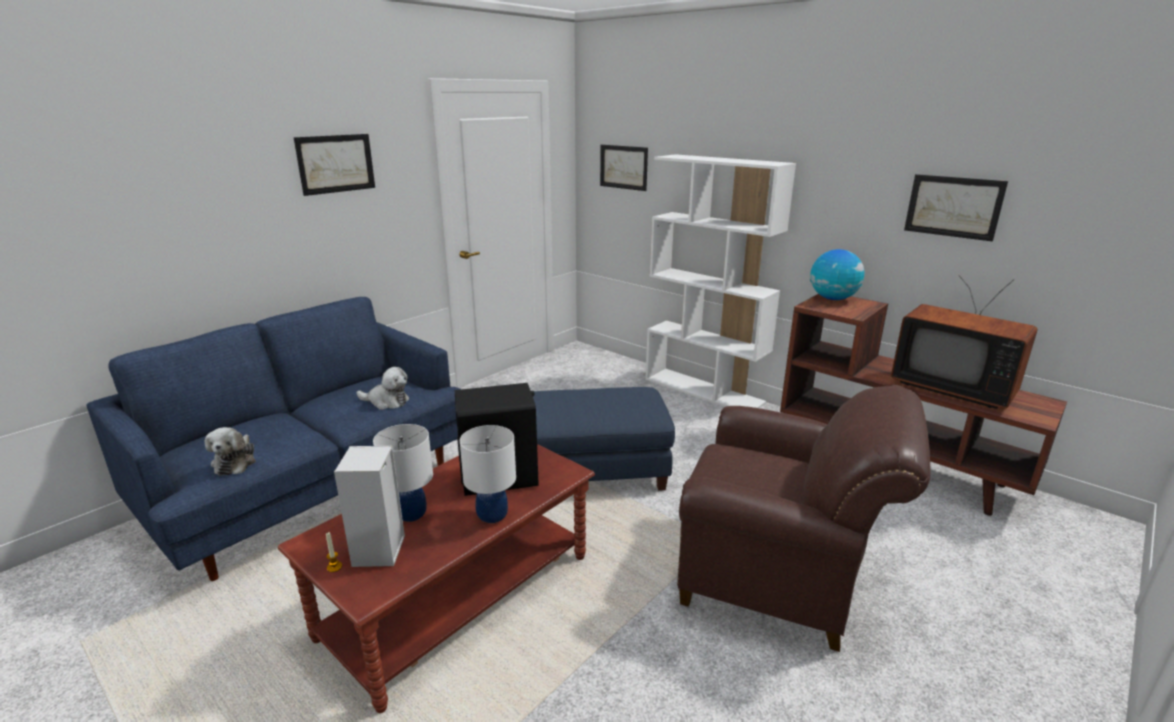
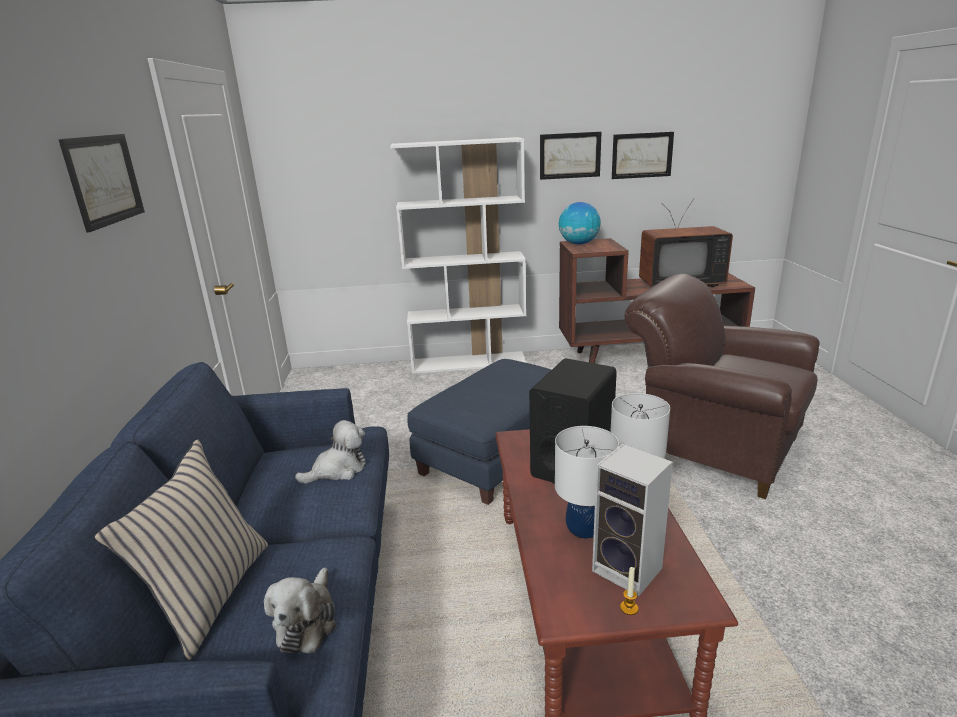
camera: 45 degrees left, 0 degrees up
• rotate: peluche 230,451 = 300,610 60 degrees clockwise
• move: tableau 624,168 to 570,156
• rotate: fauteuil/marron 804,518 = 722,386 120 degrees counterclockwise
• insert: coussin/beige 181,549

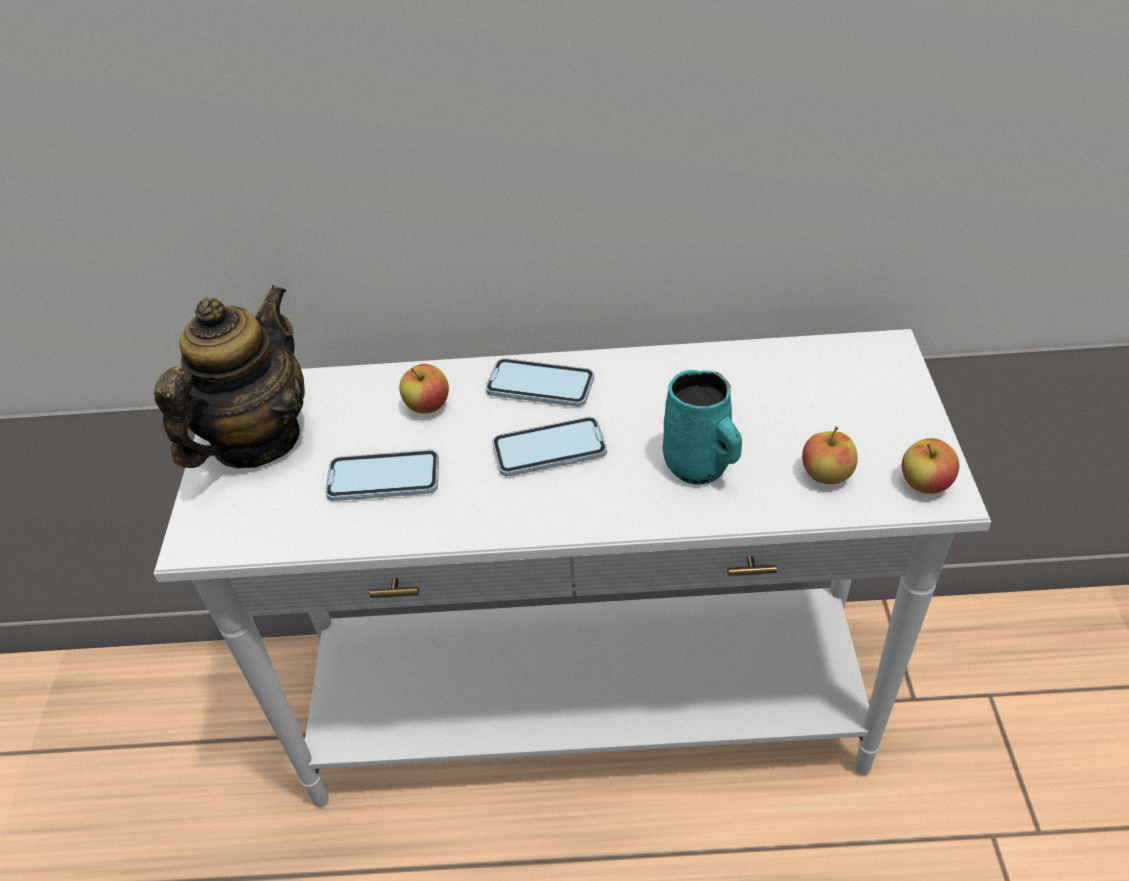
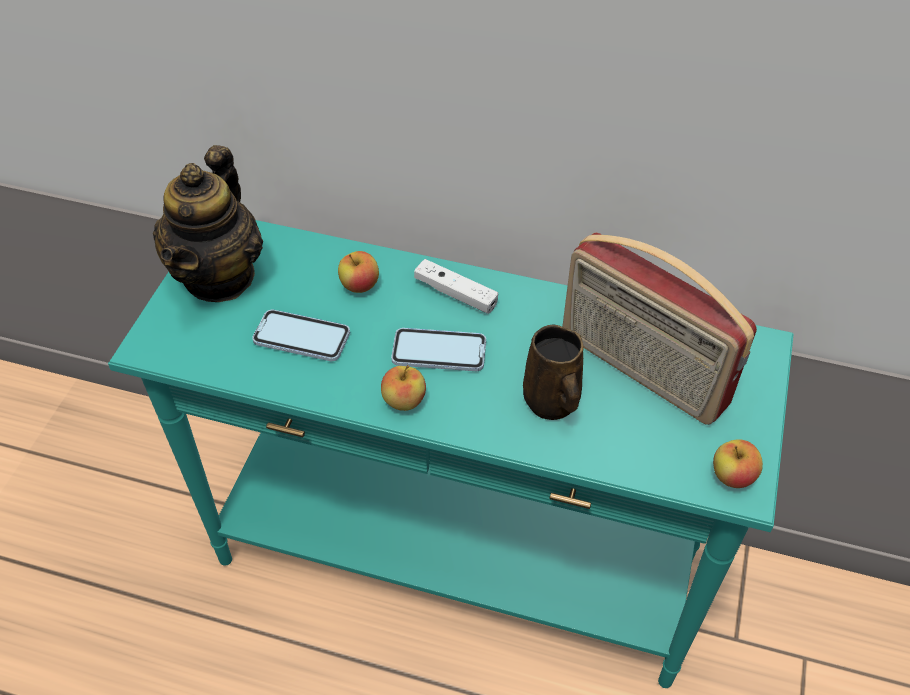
camera: 15 degrees right, 5 degrees up
• rotate: théière 229,376 = 208,223 150 degrees clockwise
• recolor: table console/blanc 572,568 to table console/turquoise 451,454
• replace: téléphone 540,382 to manette/blanc 456,286
• recolor: mug/turquoise 702,427 to mug/marron 553,372
• move: pomme 830,455 to 403,388
• insert: radio 659,329

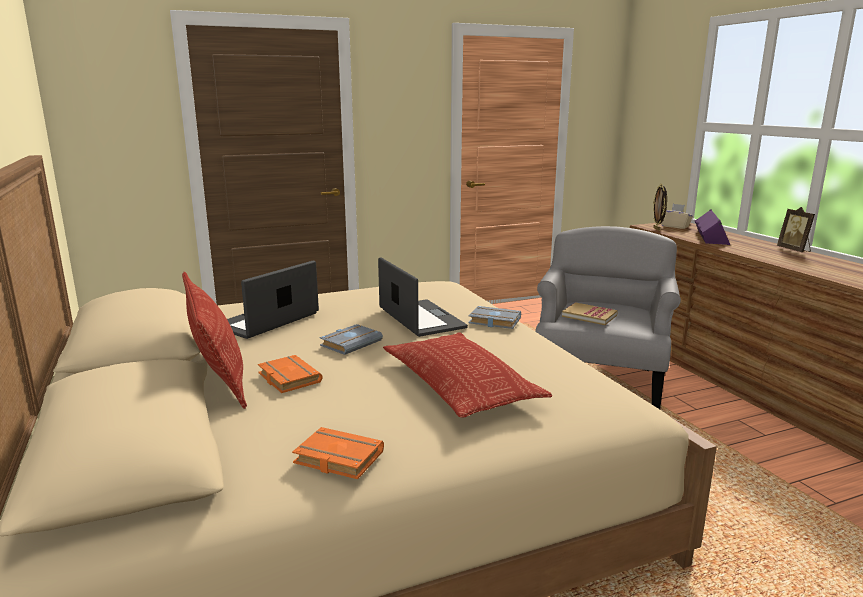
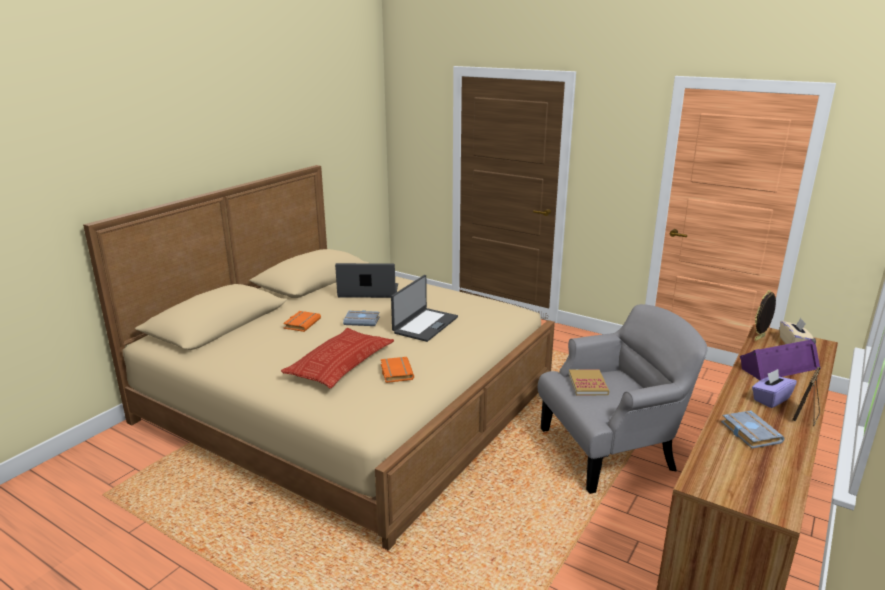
camera: 55 degrees right, 5 degrees up
• delete: coussin 214,340
• move: livre/orange 338,453 to 397,370
• move: livre/gris 494,317 to 753,429
• insert: boîte à mouchoirs/violet 774,388

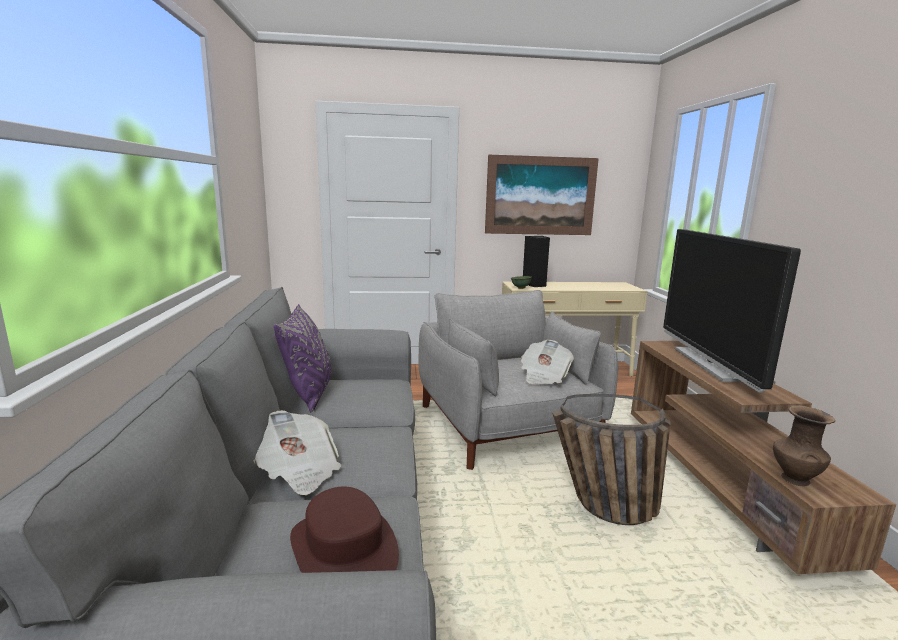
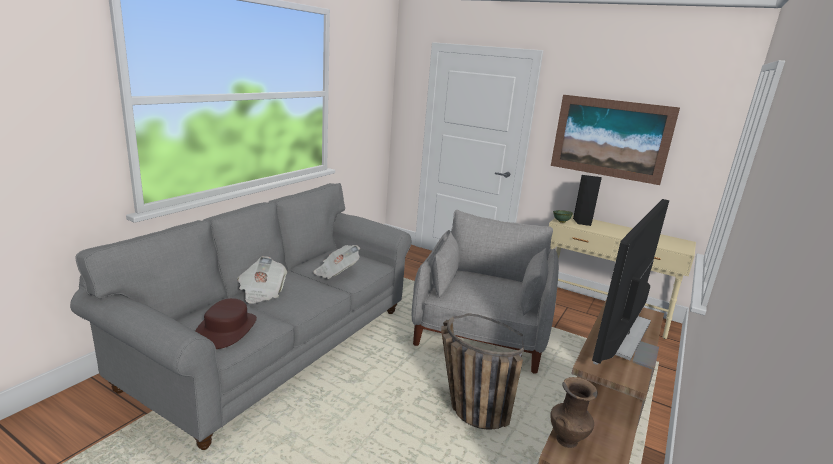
camera: 35 degrees right, 5 degrees up
• delete: coussin/violet 302,358
• move: journal 547,362 to 336,262

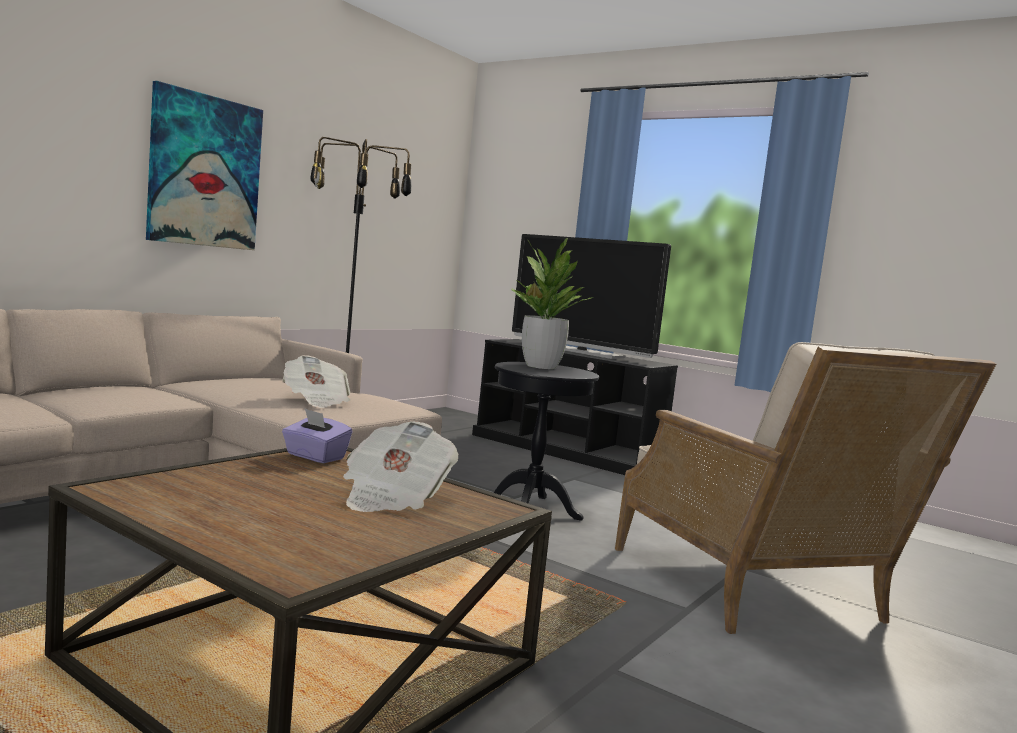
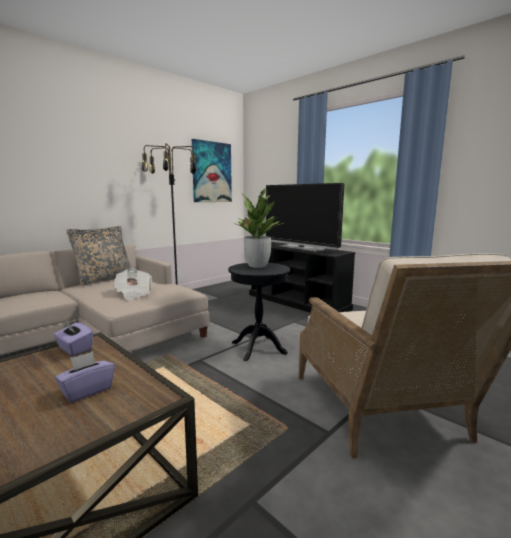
camera: 10 degrees right, 5 degrees up
• move: tableau 204,165 to 212,170
• replace: journal 401,466 to boîte à mouchoirs/violet 85,377
• insert: coussin/gris 98,256

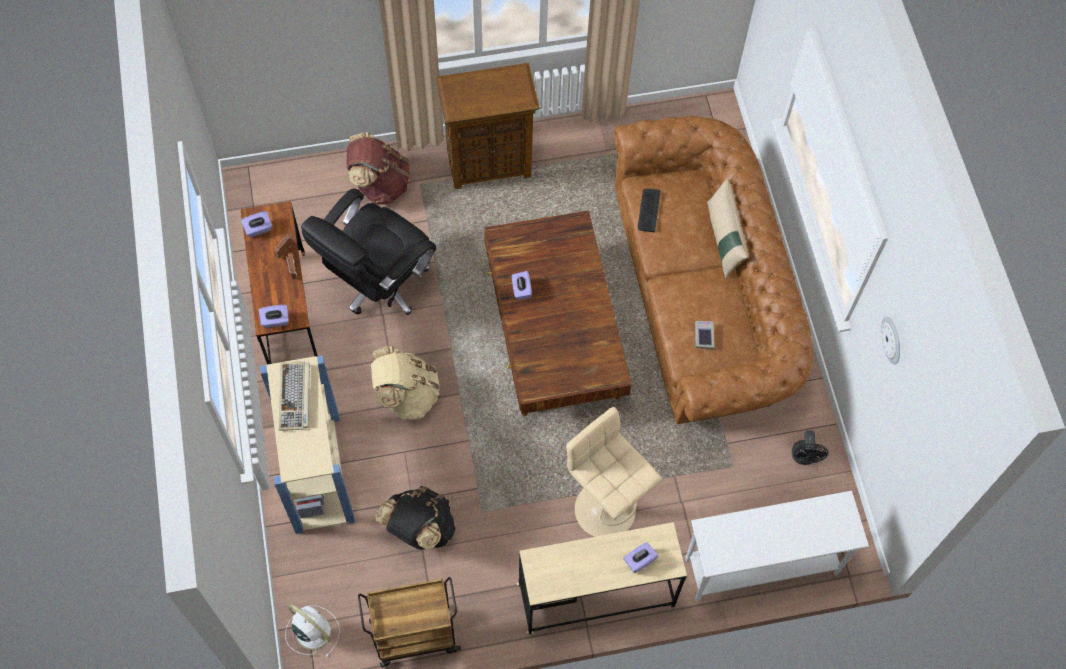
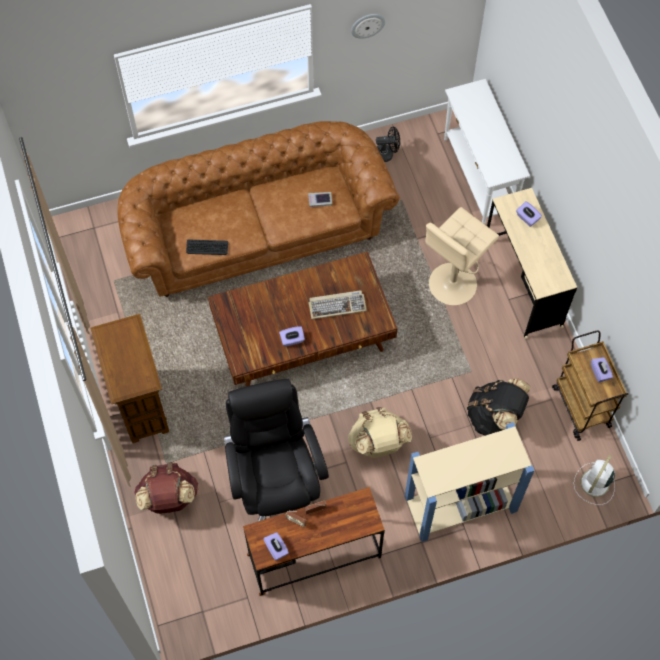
camera: 95 degrees left, 0 degrees up
• move: boîte à mouchoirs/violet 274,316 to 602,370
• move: clavier 294,396 to 337,304
• rotate: chaise de bureau/noir 368,251 = 276,450 135 degrees counterclockwise
• delete: coussin/beige 727,229

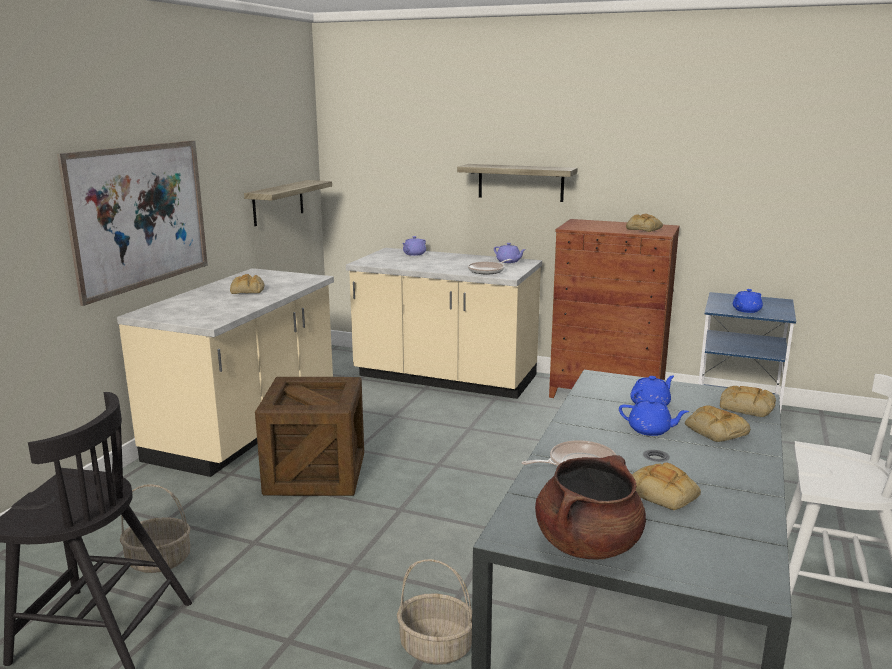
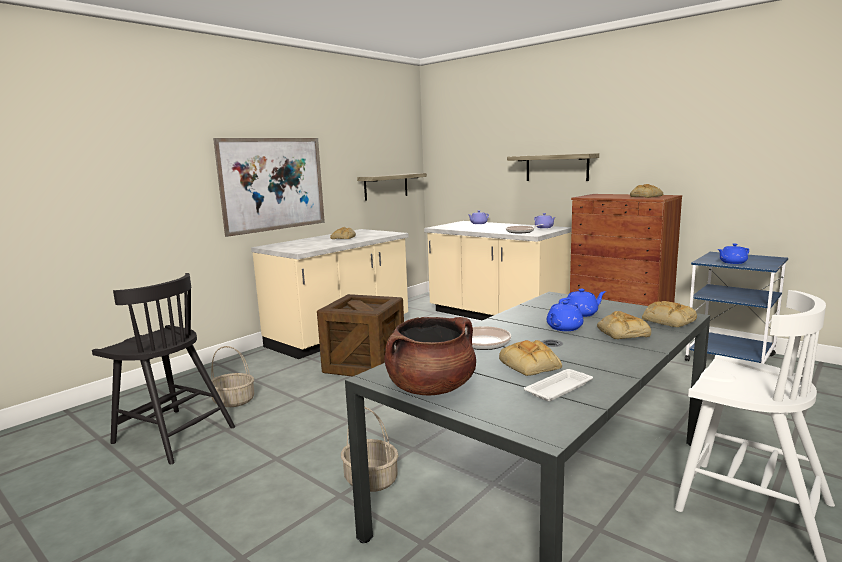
camera: 20 degrees right, 5 degrees down
• rotate: théière/bleu 654,417 = 565,316 90 degrees clockwise
• insert: plateau/blanc 558,385

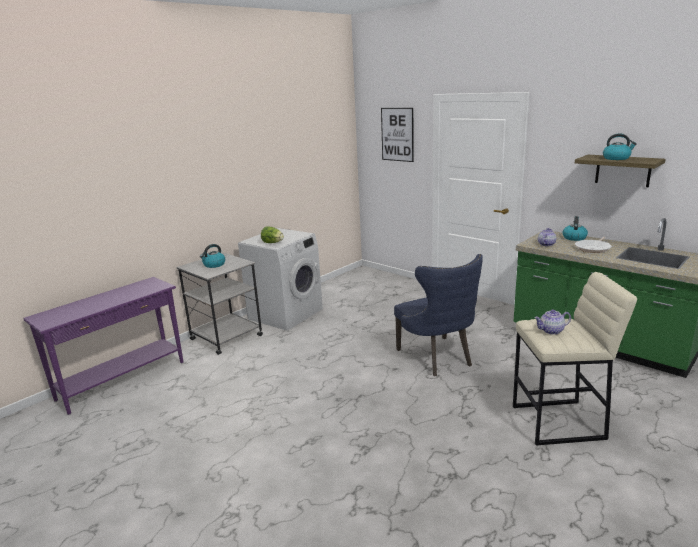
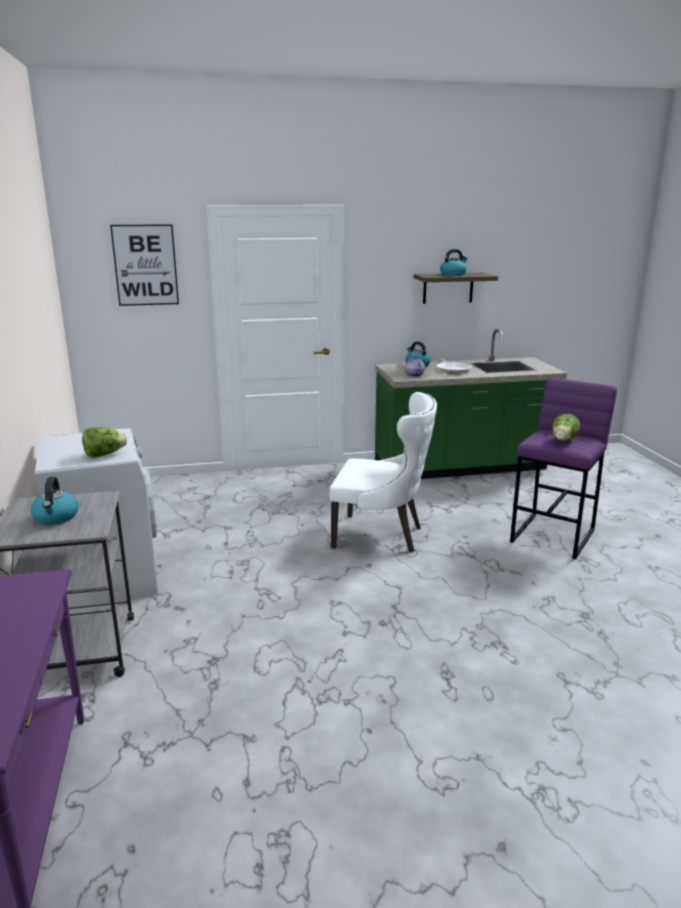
camera: 55 degrees left, 0 degrees up
• recolor: chaise/bleu 438,315 to chaise/blanc 383,472
• recolor: tabouret/beige 575,359 to tabouret/violet 563,468
• replace: théière 552,322 to laitue 566,427

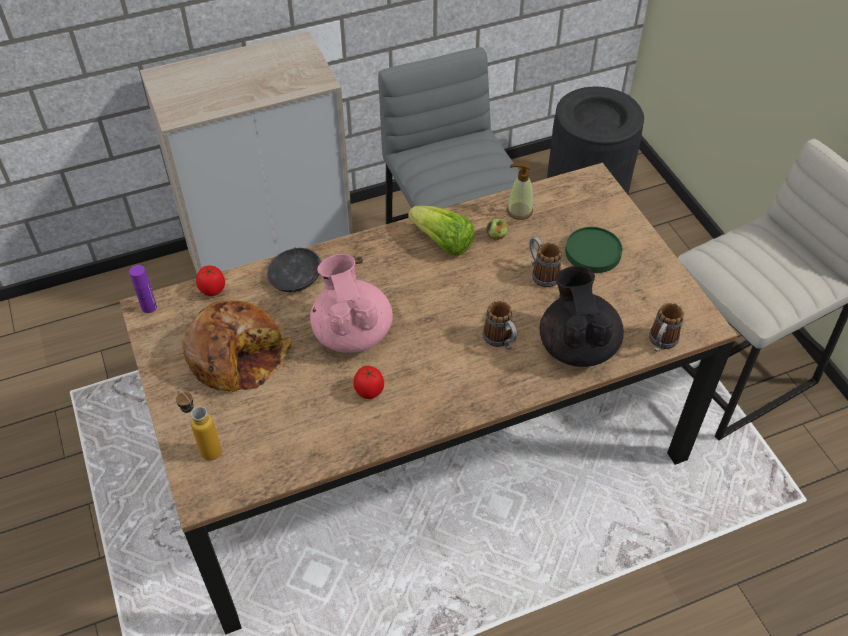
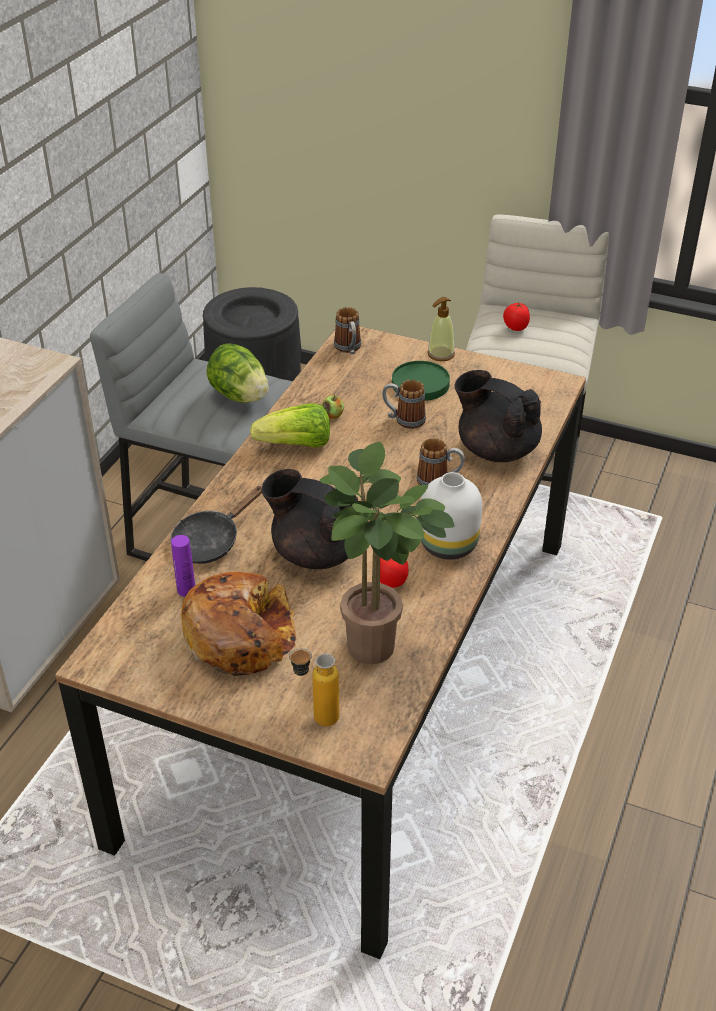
camera: 45 degrees left, 10 degrees down
• move: bouteille/violet 143,289 to 183,566
• move: tomate 210,281 to 516,316
• recolor: théière/rose 351,303 to théière/noir 309,519
• move: distributeur de savon 520,191 to 441,329
• move: mug 666,327 to 347,330
• insert: laitue 237,373
• insert: plante en pot 387,553
• insert: vase/blanc 451,516

